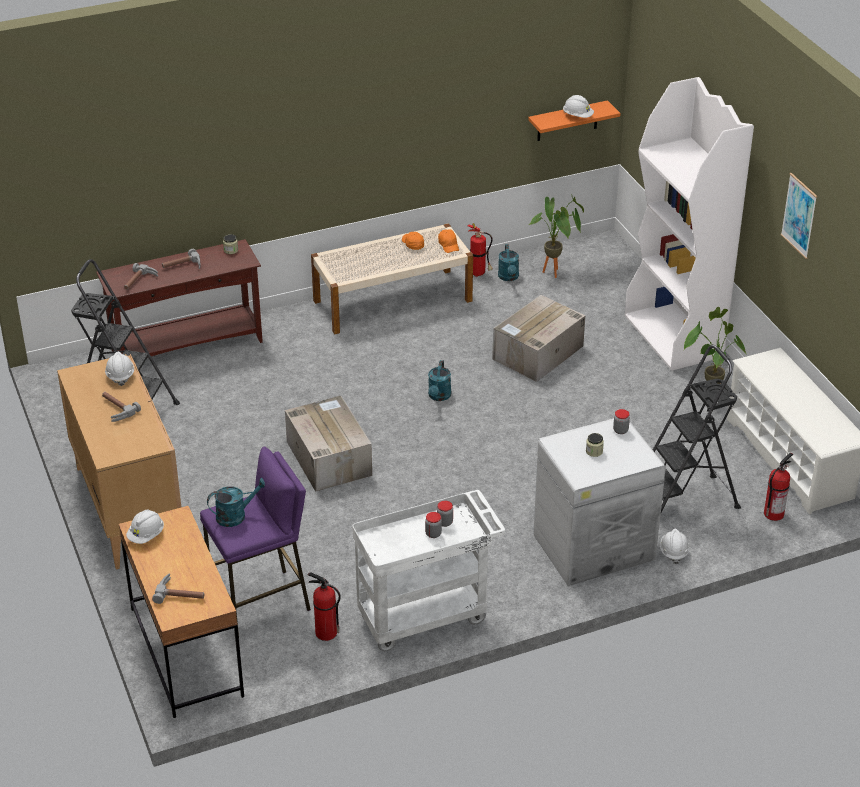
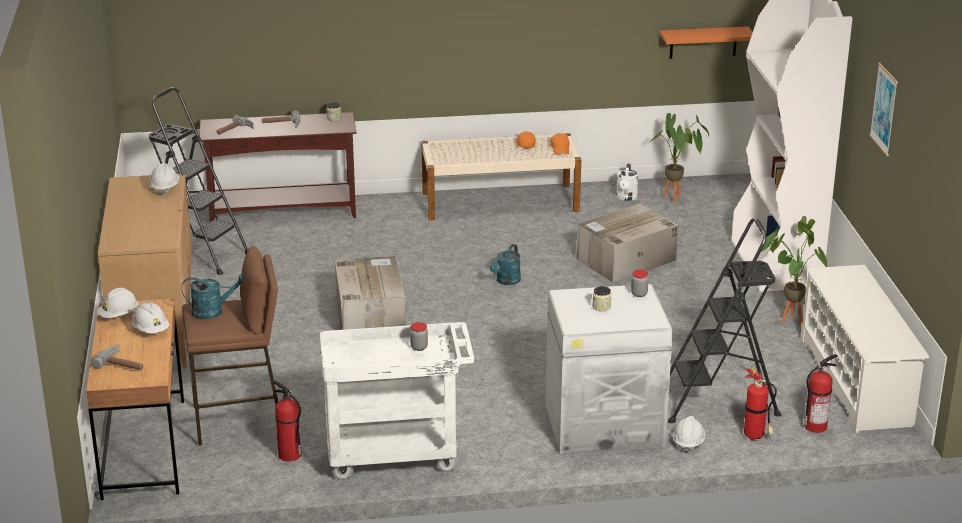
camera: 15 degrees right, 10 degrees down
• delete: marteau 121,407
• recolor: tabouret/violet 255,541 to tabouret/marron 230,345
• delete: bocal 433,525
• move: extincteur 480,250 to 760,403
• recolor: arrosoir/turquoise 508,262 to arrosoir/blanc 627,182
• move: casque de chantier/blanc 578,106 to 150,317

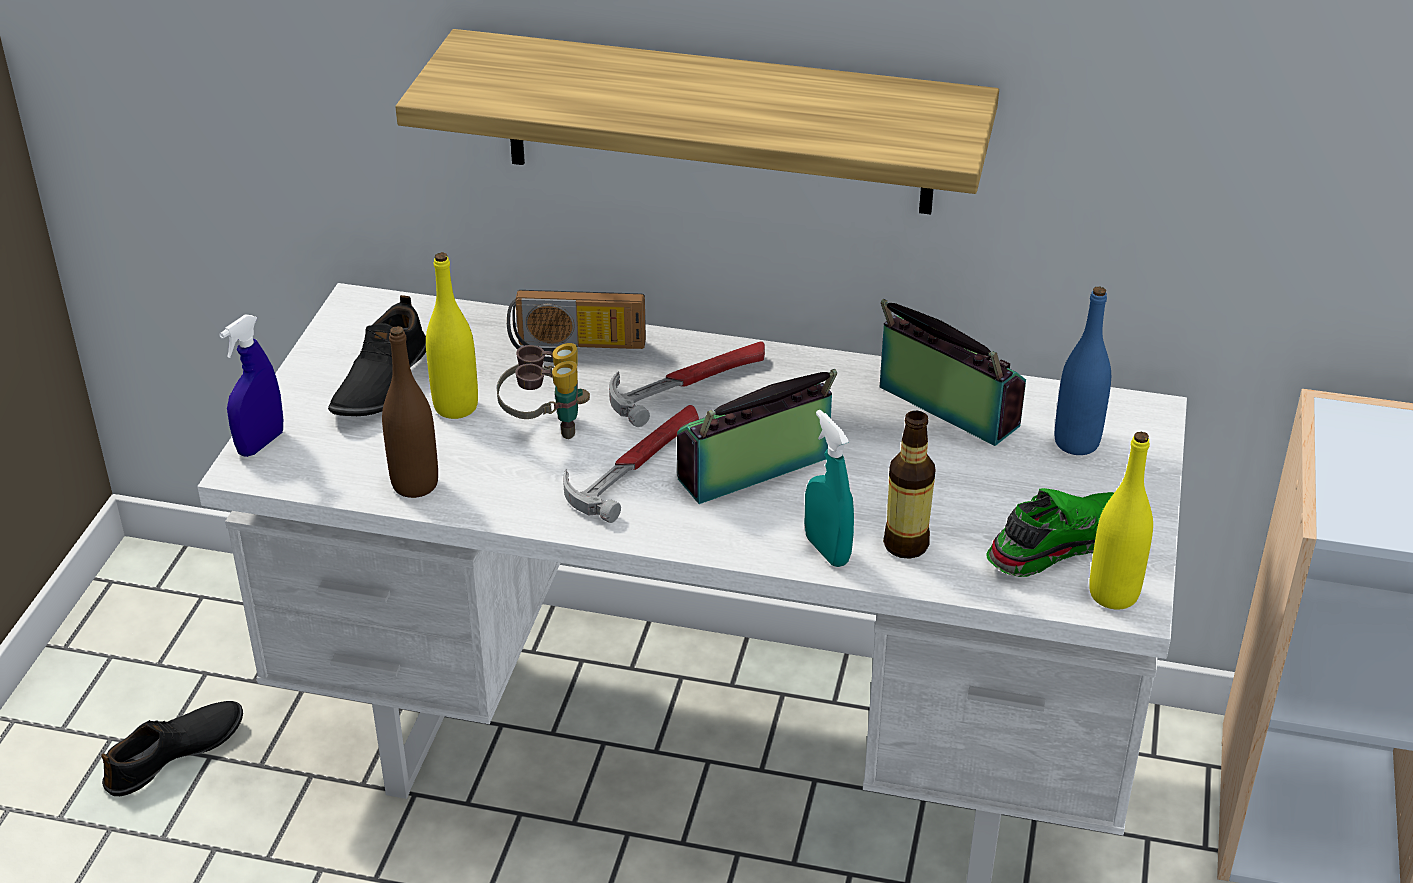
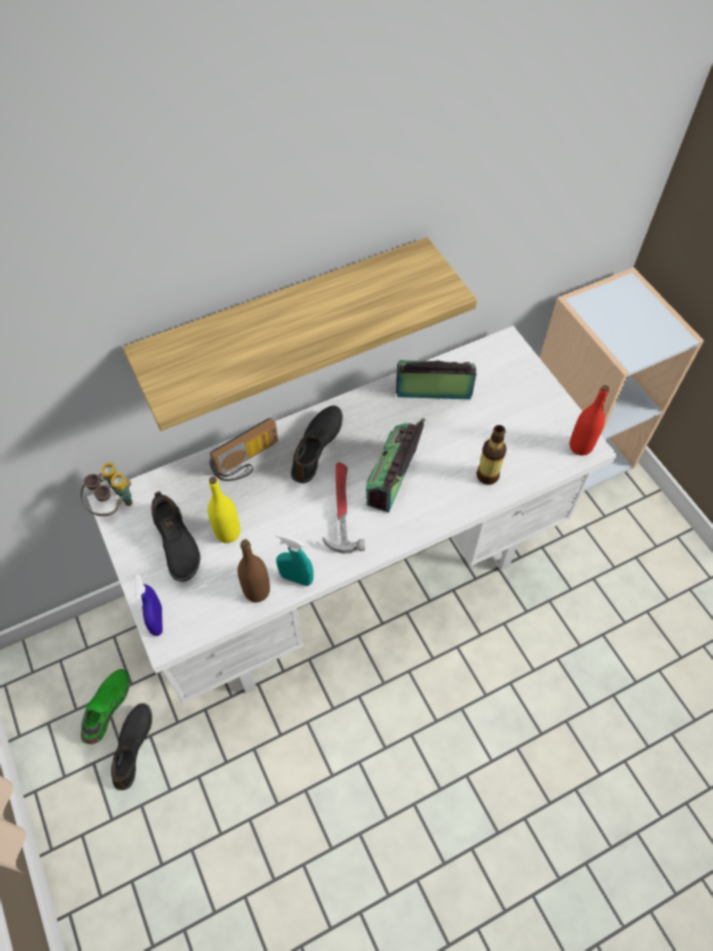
camera: 40 degrees left, 20 degrees up
• move: jumelles 543,391 to 106,489
• replace: marteau 687,384 to chaussure/noir 317,444
• move: vaporisateur/turquoise 829,488 to 295,559
• move: chaussure/vert 1050,532 to 105,707
• delete: bouteille/bleu 1083,370
• recolor: bouteille/jaune 1121,521 to bouteille/rouge 589,420

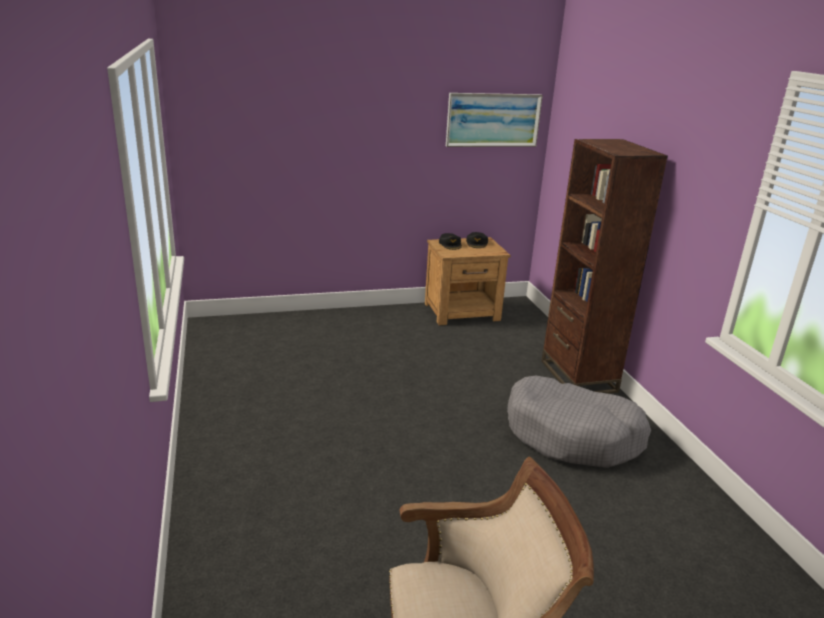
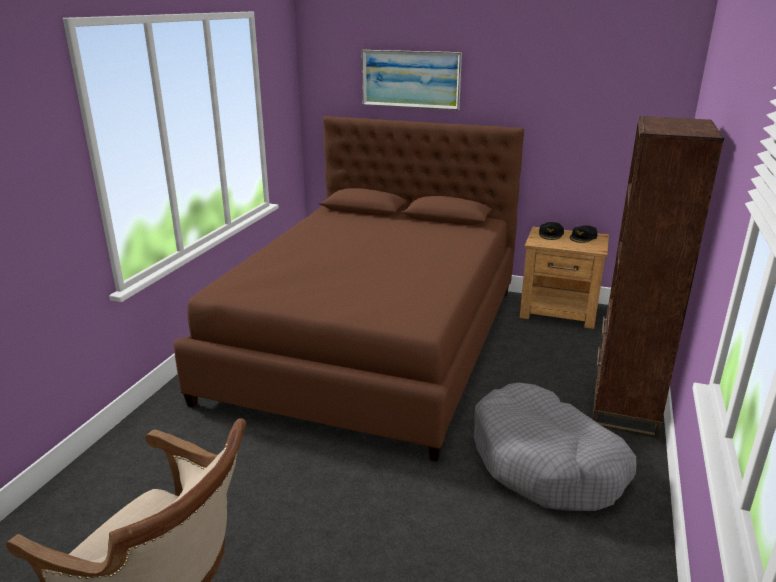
camera: 35 degrees right, 0 degrees up
• move: tableau 494,120 to 412,80
• insert: lit/marron 348,289

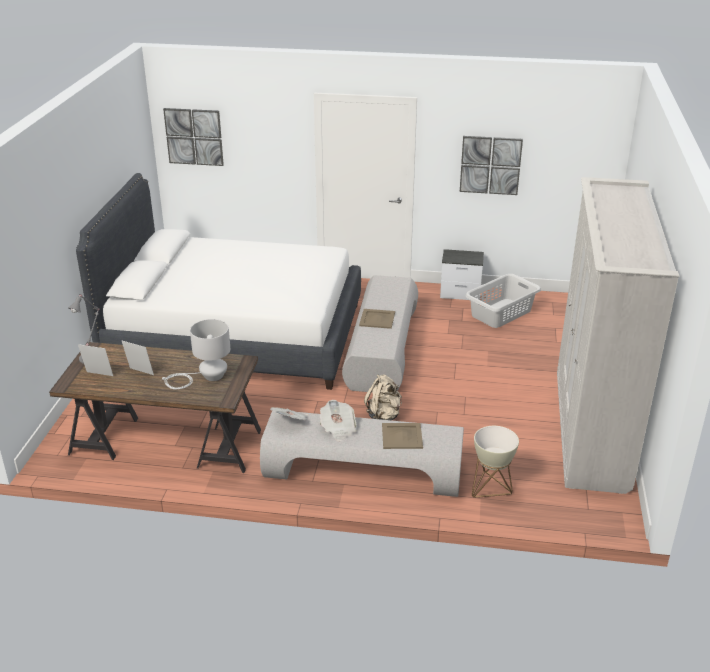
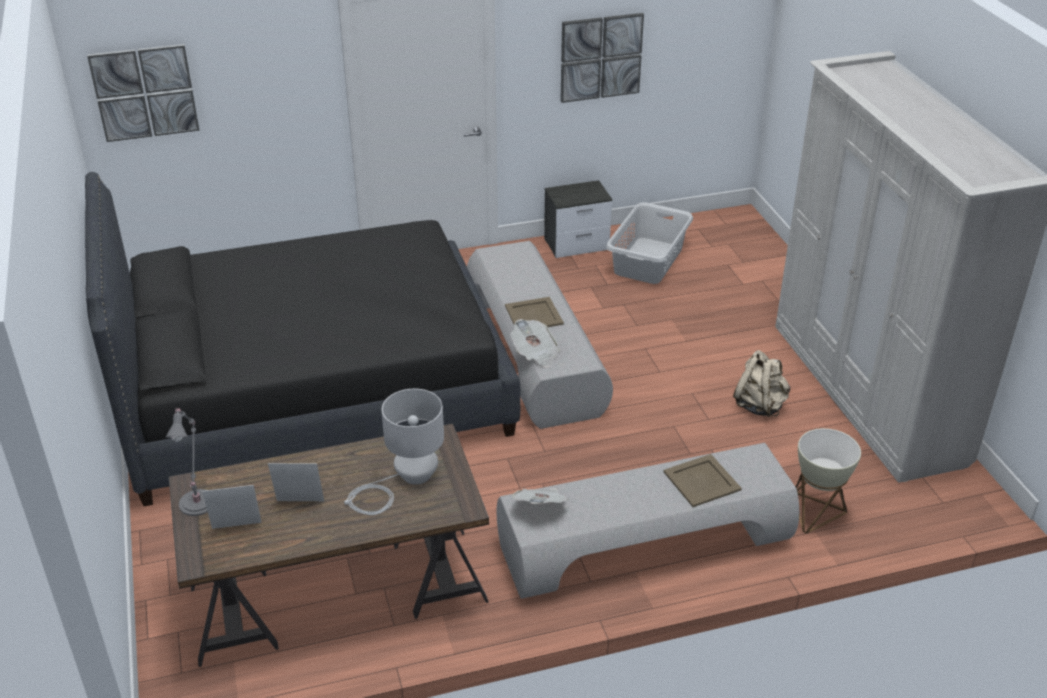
camera: 25 degrees left, 5 degrees up
• recolor: lit/blanc 218,281 to lit/noir 303,339
• move: journal 338,421 to 535,343
• move: sac à dos/beige 383,397 to 762,383

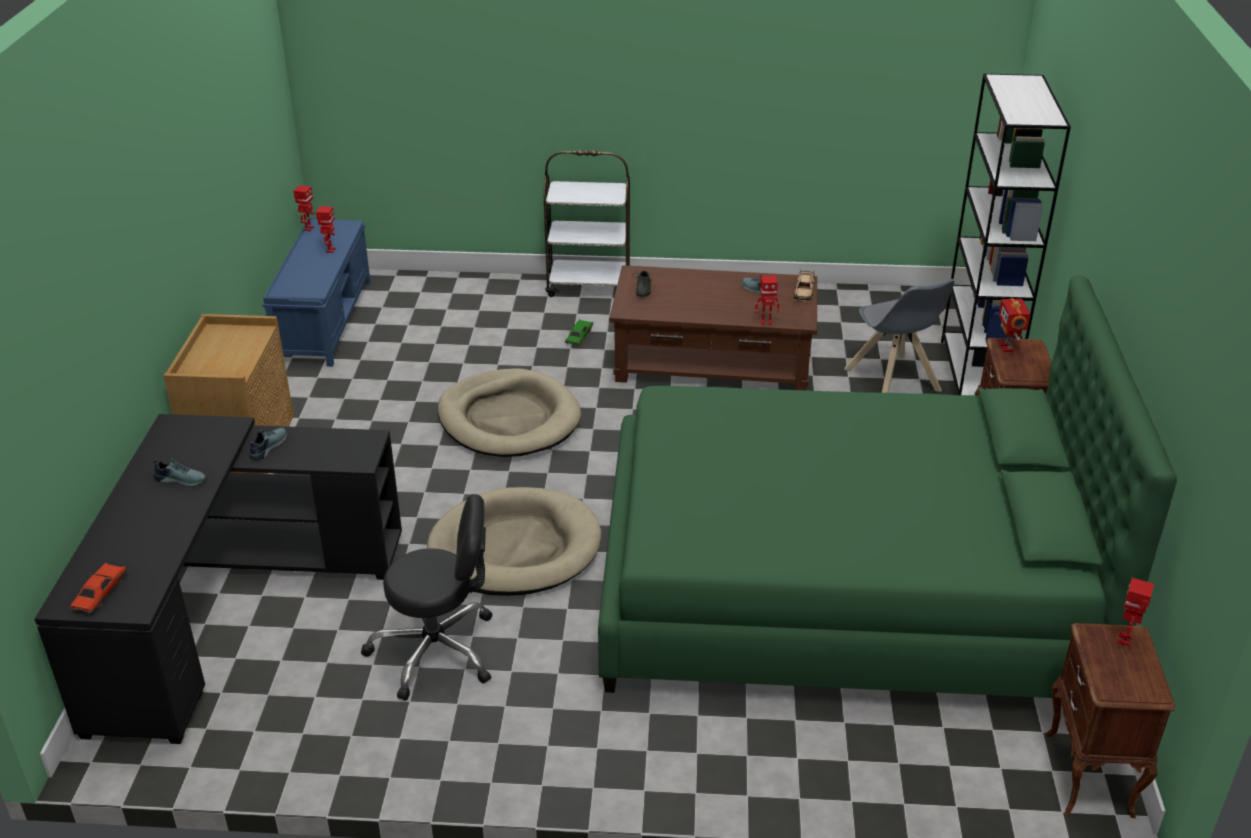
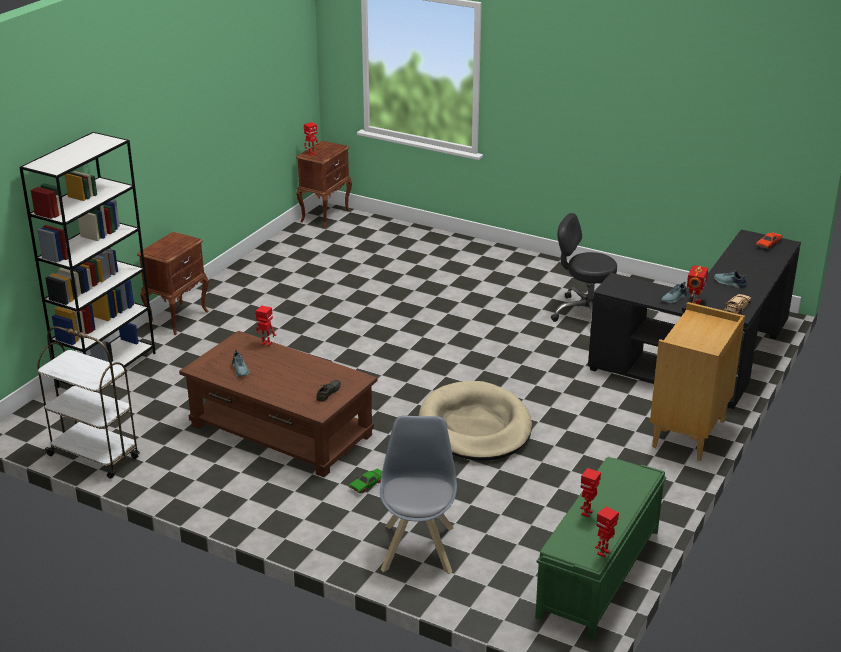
camera: 155 degrees left, 5 degrees down
• recolor: banc/bleu 316,292 to banc/vert 600,548
• delete: panier pour chien/beige 514,541
• move: chariot/blanc 587,223 to 88,402
• delete: lit/vert 887,486
• move: petite voiture/beige 804,285 to 738,304
• move: chaise/gris 899,335 to 418,494
• move: robot jouet 1014,325 to 697,285

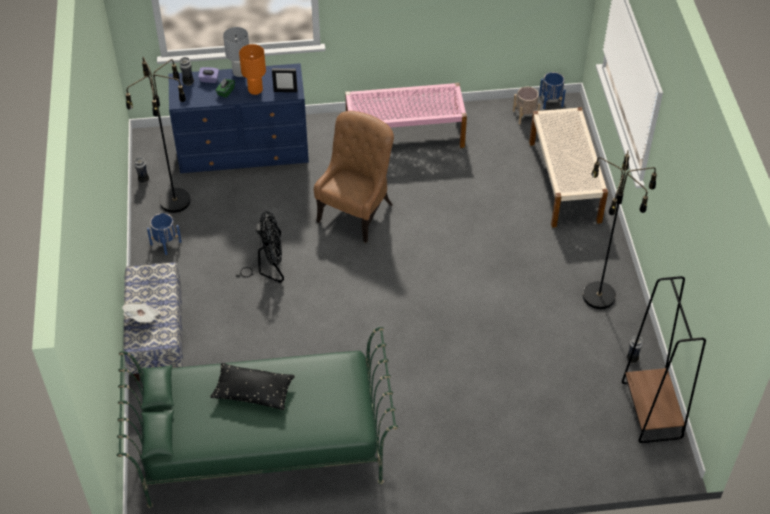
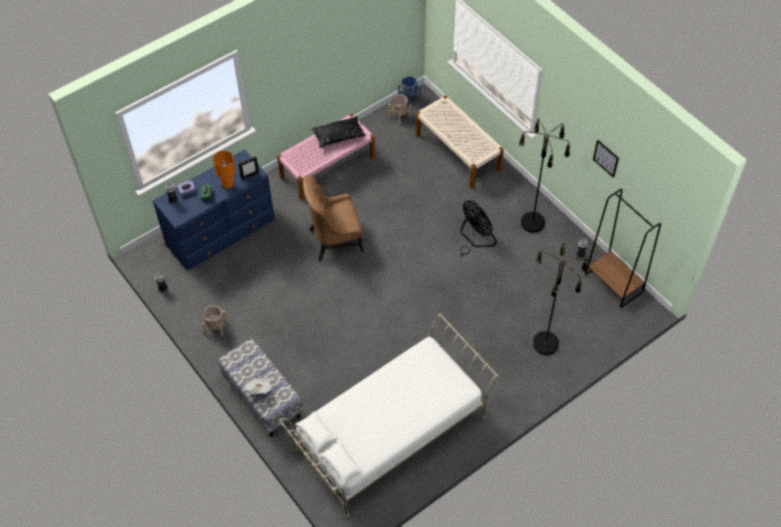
camera: 30 degrees left, 5 degrees up
• recolor: lit/vert 257,417 to lit/blanc 388,415
• move: lampadaire 158,135 to 560,298
• recolor: cache-pot/bleu 164,234 to cache-pot/beige 215,321
• move: coussin/noir 252,386 to 338,132
• delete: lampe de table/gris 236,52
• move: ventilateur/noir 259,247 to 478,228
• rotate: chaise/marron 354,177 = 333,218 105 degrees counterclockwise
• insert: tableau 606,159

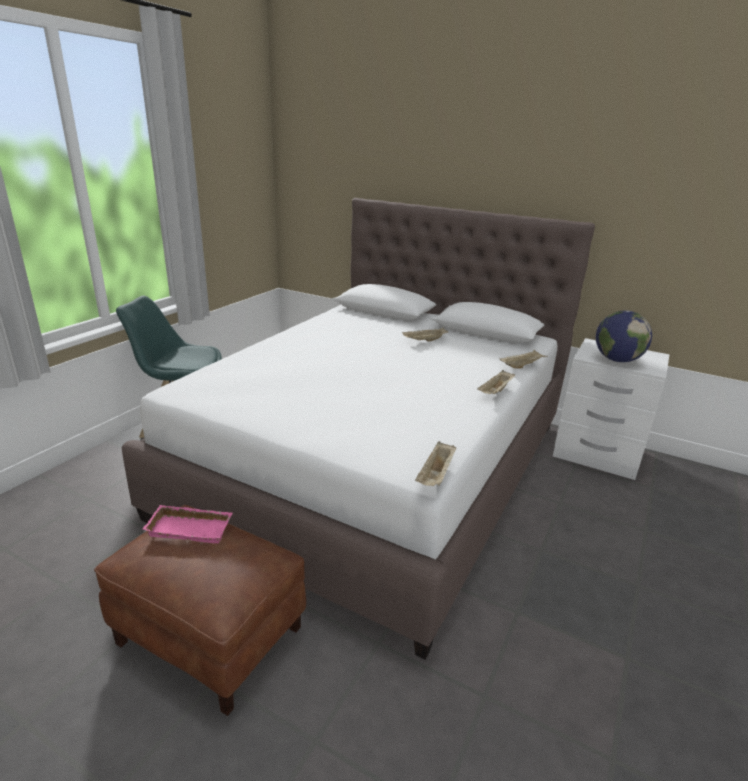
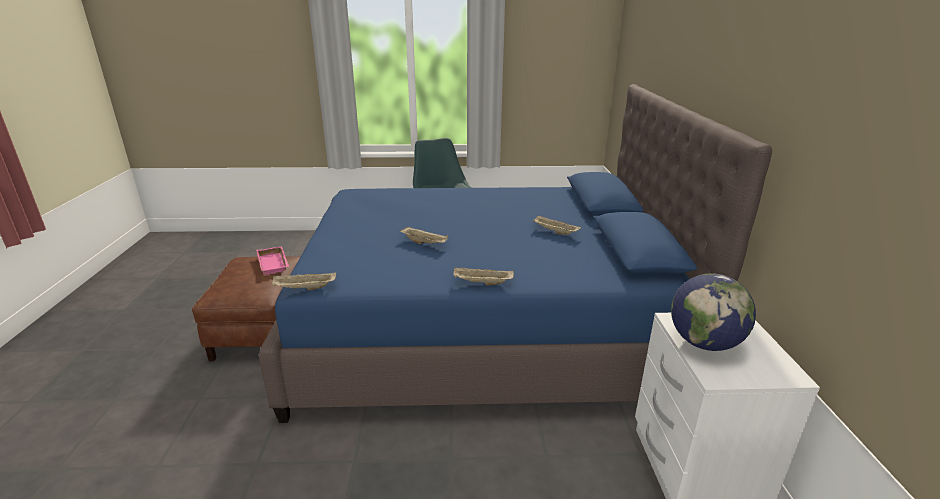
camera: 60 degrees right, 0 degrees up
• recolor: lit/blanc 358,429 to lit/bleu 515,253
• move: plateau/beige 524,359 to 424,235

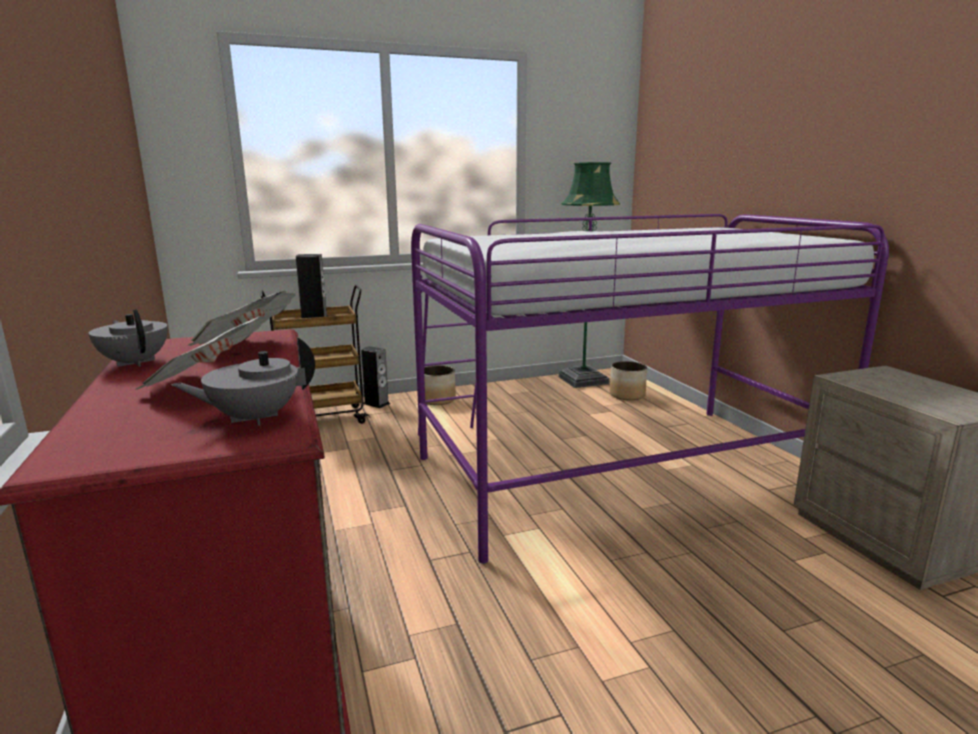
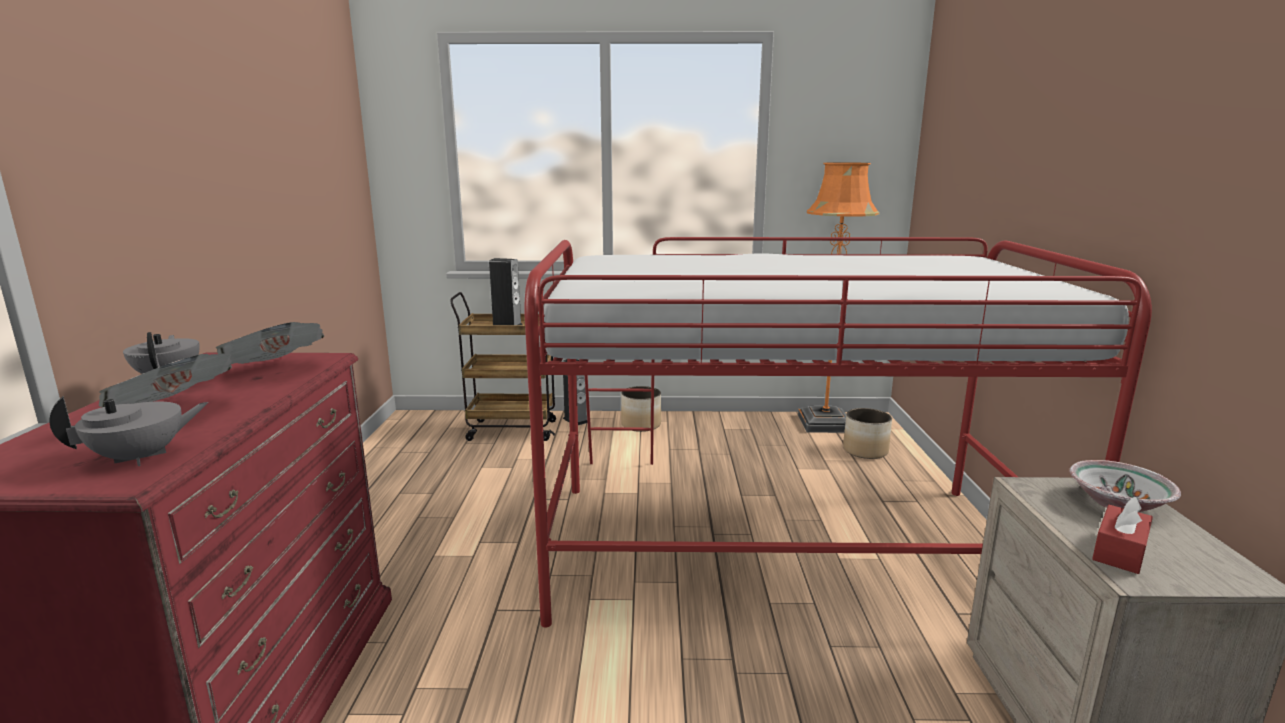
camera: 20 degrees right, 0 degrees up
• rotate: théière/gris 243,381 = 129,431 150 degrees clockwise
• recolor: lit/violet 650,389 to lit/rouge 838,432
• recolor: lampadaire/vert 589,275 to lampadaire/orange 839,298
• insert: bol 1125,486
• insert: boîte à mouchoirs/rouge 1122,535

